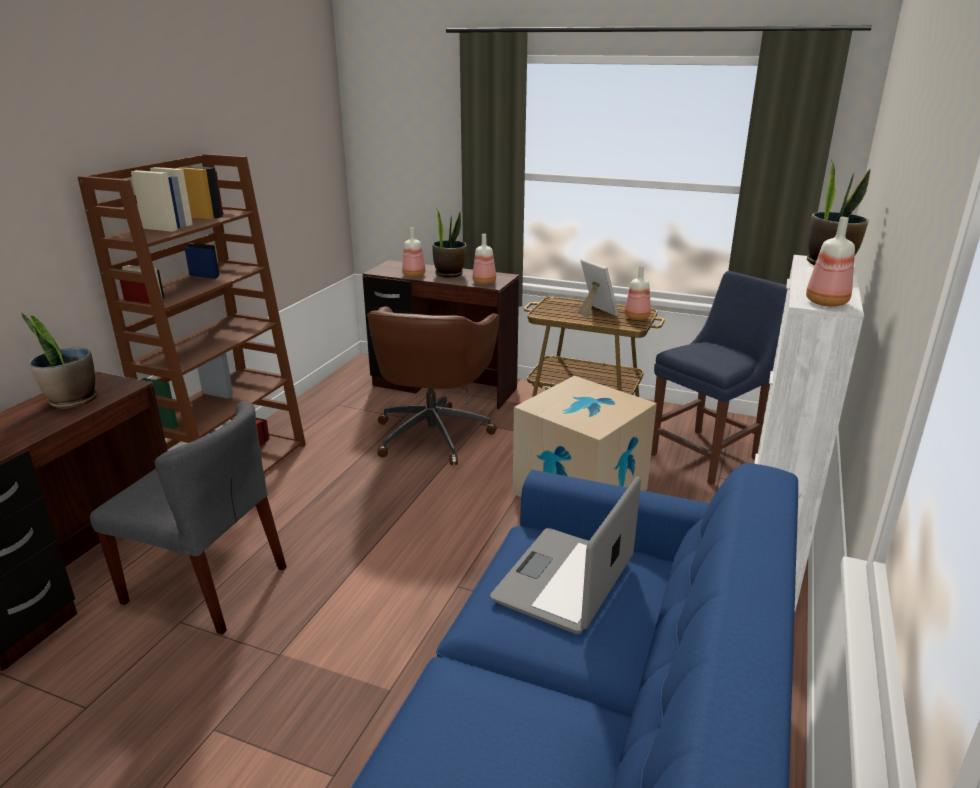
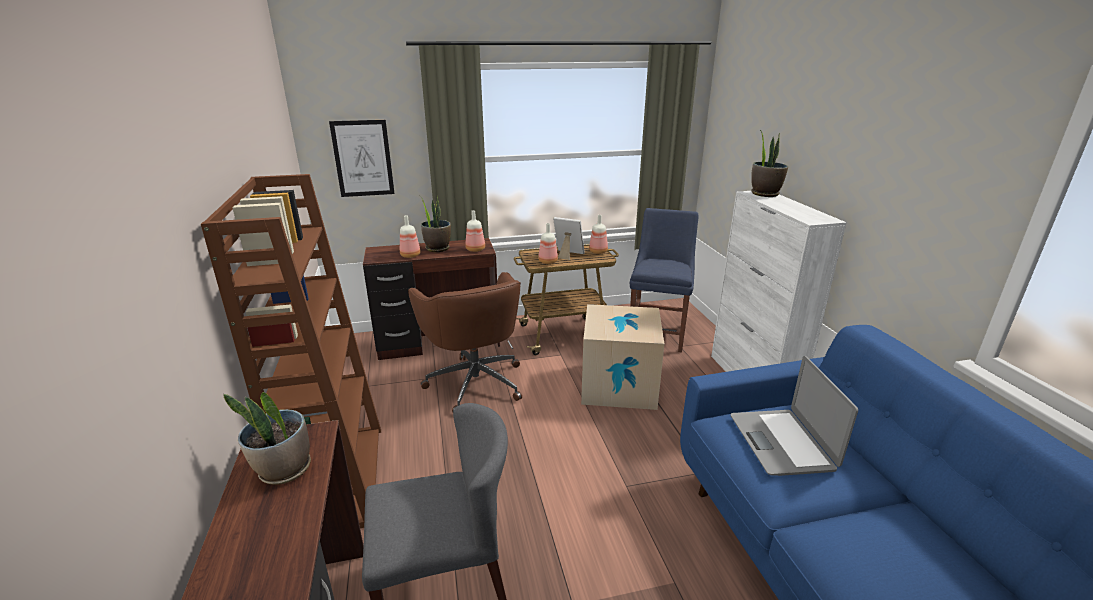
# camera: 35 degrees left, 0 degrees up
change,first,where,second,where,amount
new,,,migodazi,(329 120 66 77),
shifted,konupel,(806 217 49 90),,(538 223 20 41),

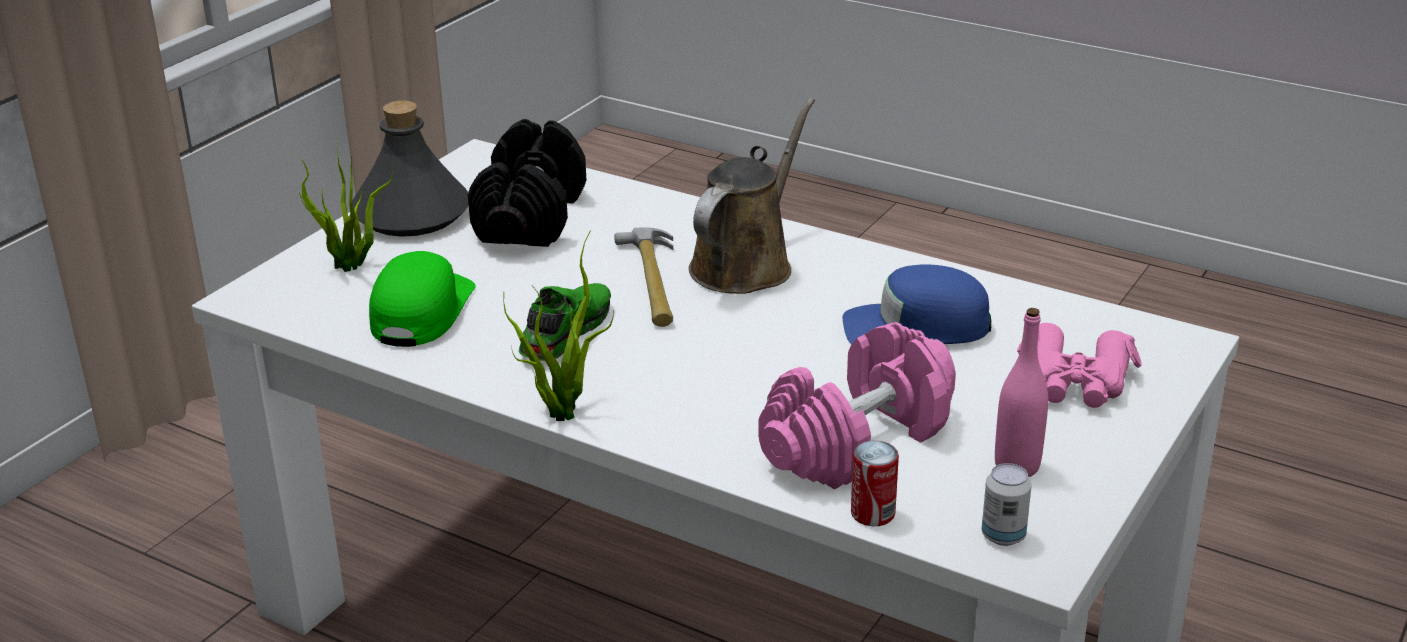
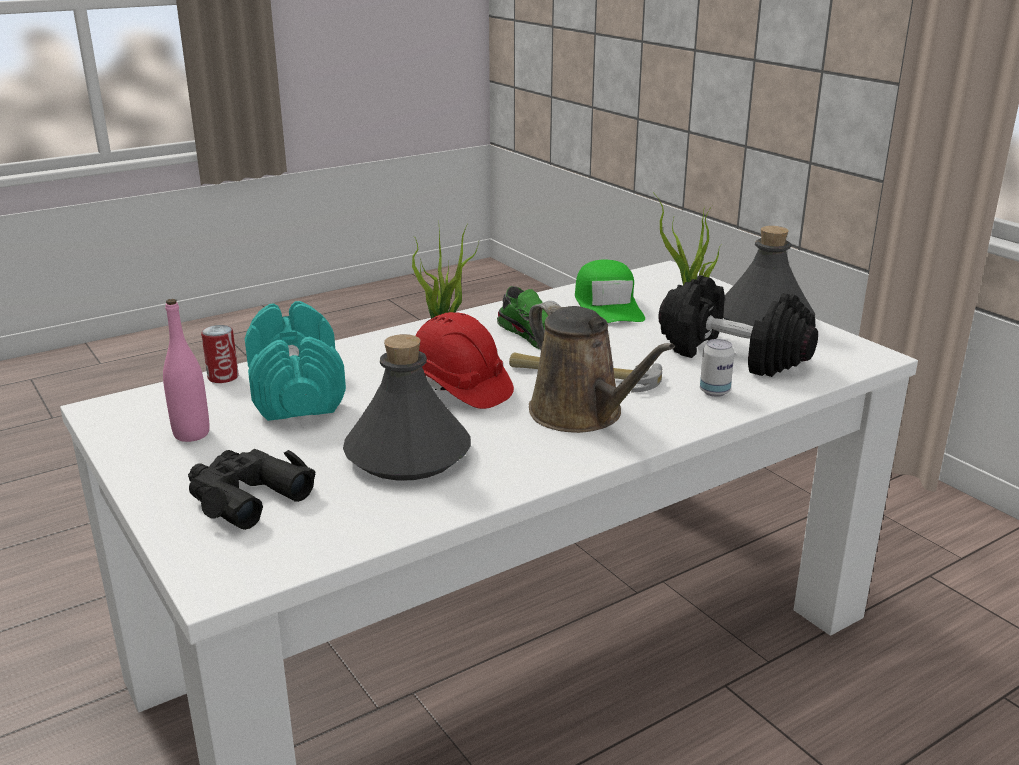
# camera: 115 degrees right, 5 degrees down
change,first,where,second,where,amount
new,,,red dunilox,(415 312 99 97),
shifted,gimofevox,(982 463 50 83),,(700 339 35 58),
swapped,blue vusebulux,(843 264 148 80),grey konupel,(343 334 128 147),
repainted,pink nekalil,(758 322 198 167),turquoise nekalil,(245 301 101 120),
repainted,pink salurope,(1017 323 125 85),black salurope,(188 449 127 81),
rotated,green vusebulux,(369 251 107 96),,(575 260 70 63),45 degrees clockwise

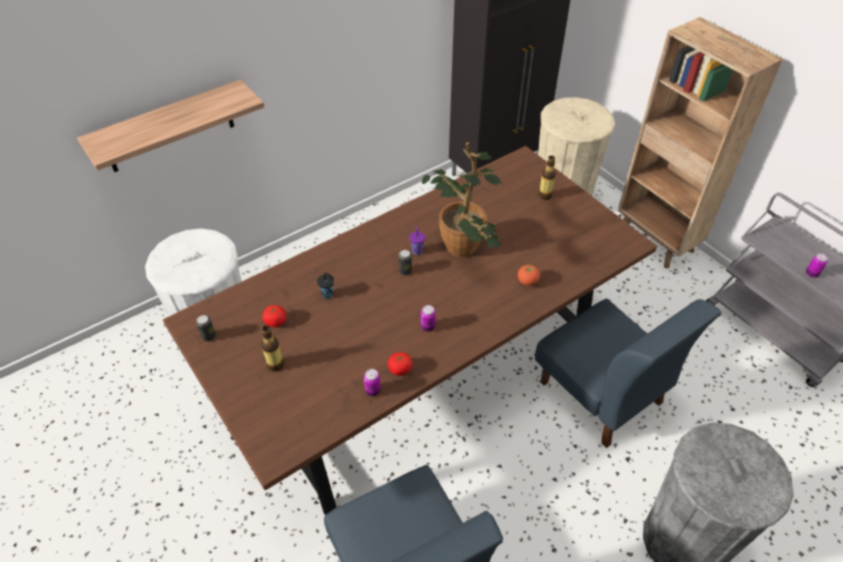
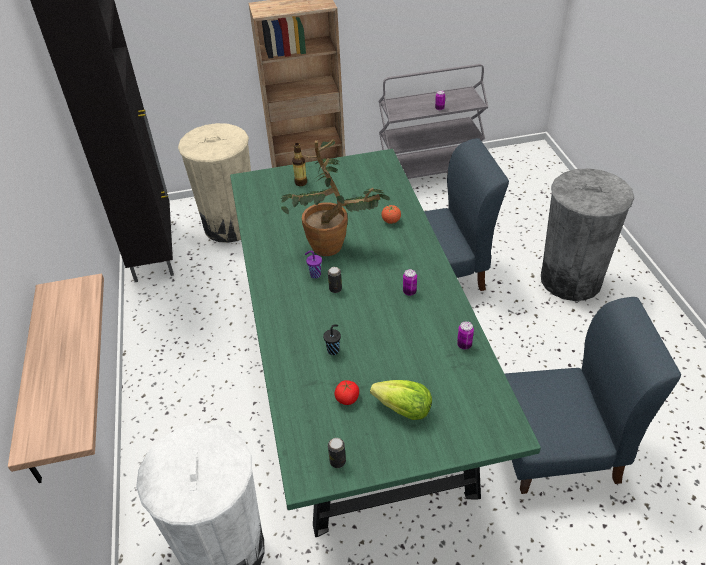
# camera: 65 degrees left, 5 degrees down
change,first,where,second,where,amount
gone,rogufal,(388 352 24 24),,,
swapped,konupel,(261 325 23 47),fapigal,(370 380 62 40),
repainted,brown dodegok,(163 146 494 369),green dodegok,(230 149 311 388),

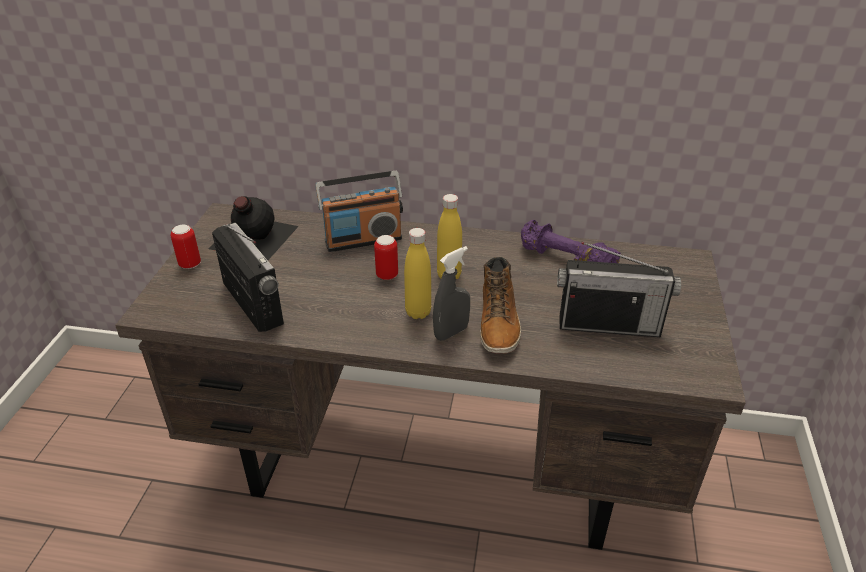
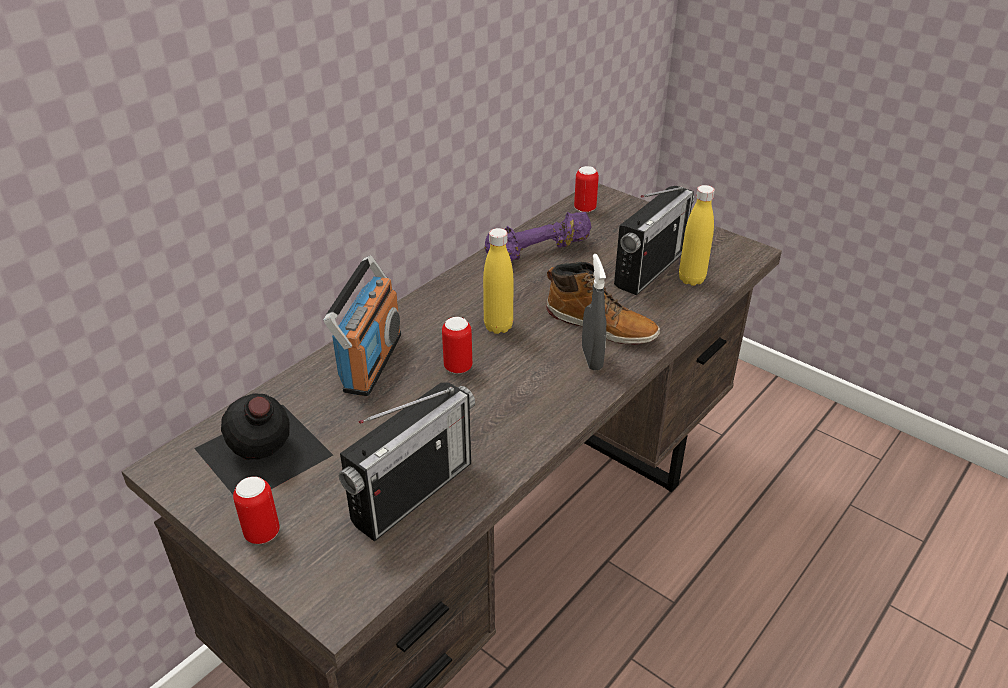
# camera: 60 degrees left, 0 degrees up
change,first,where,second,where,amount
new,,,gimofevox,(574 166 25 47),
shifted,yellow konupel,(404 228 27 91),,(679 185 36 101),
rotated,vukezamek,(212 222 72 110),,(339 382 136 159),135 degrees clockwise

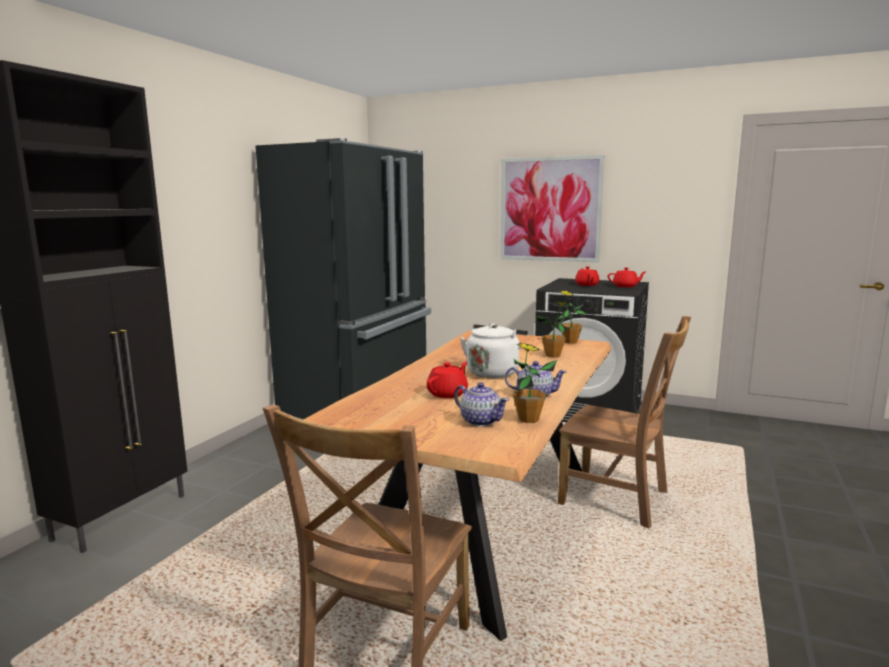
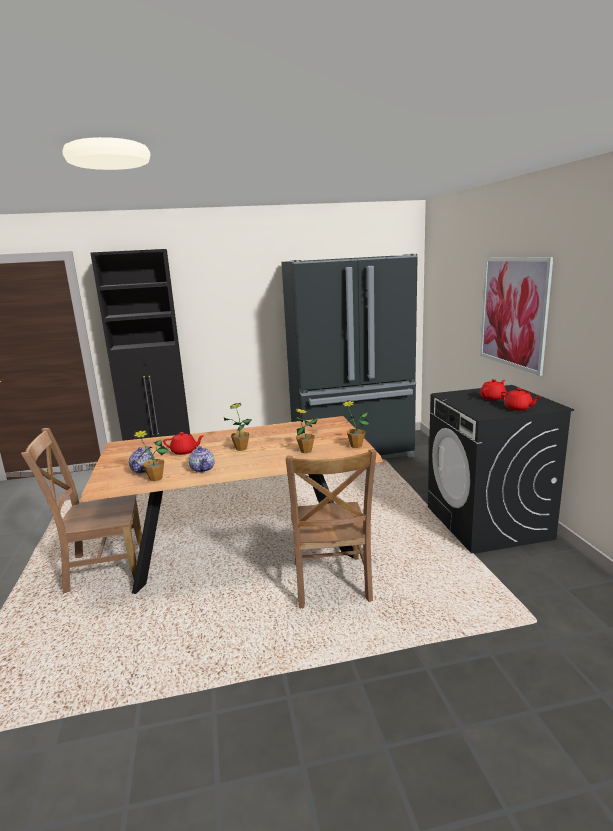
# camera: 55 degrees right, 5 degrees up
change,first,where,second,where,amount
swapped,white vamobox,(460 324 68 54),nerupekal,(224 403 28 48),

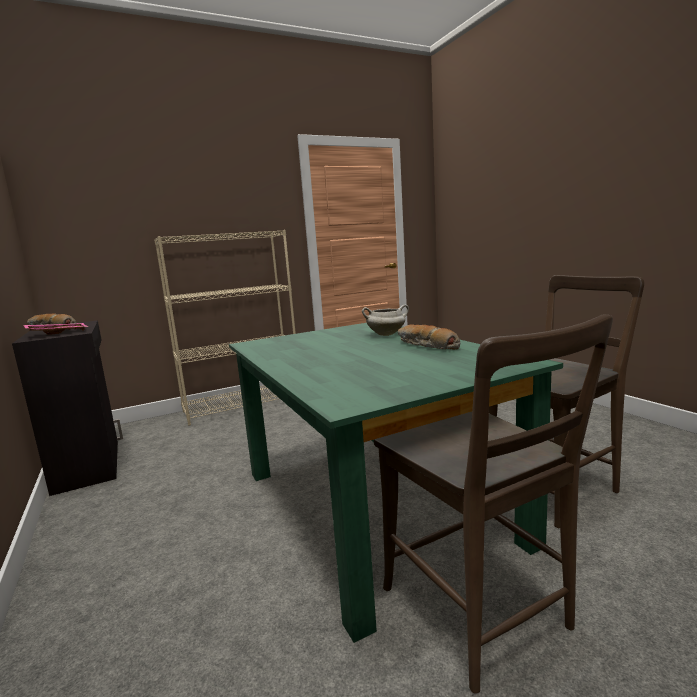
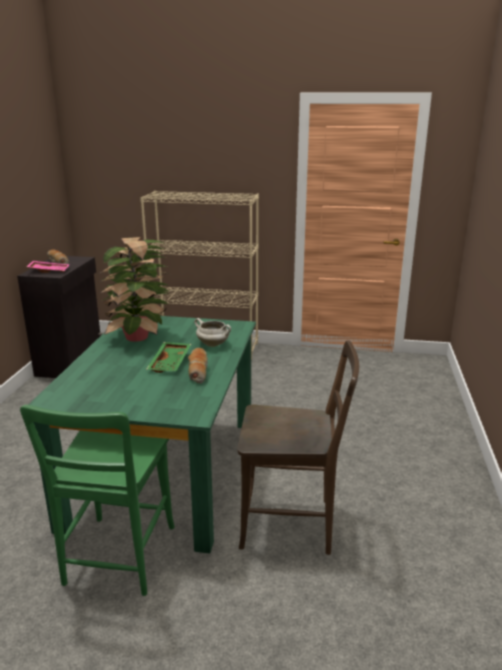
# camera: 35 degrees right, 10 degrees up
change,first,where,second,where,amount
new,,,nerupekal,(100 237 70 105),
new,,,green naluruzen,(147 342 44 31),
repainted,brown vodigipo,(374 314 239 380),green vodigipo,(20 405 155 191),

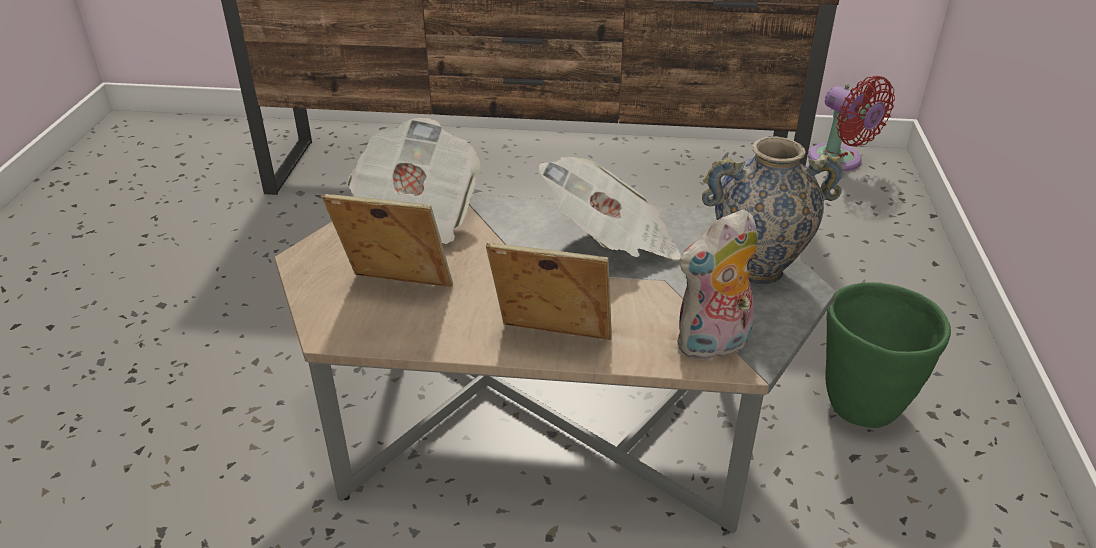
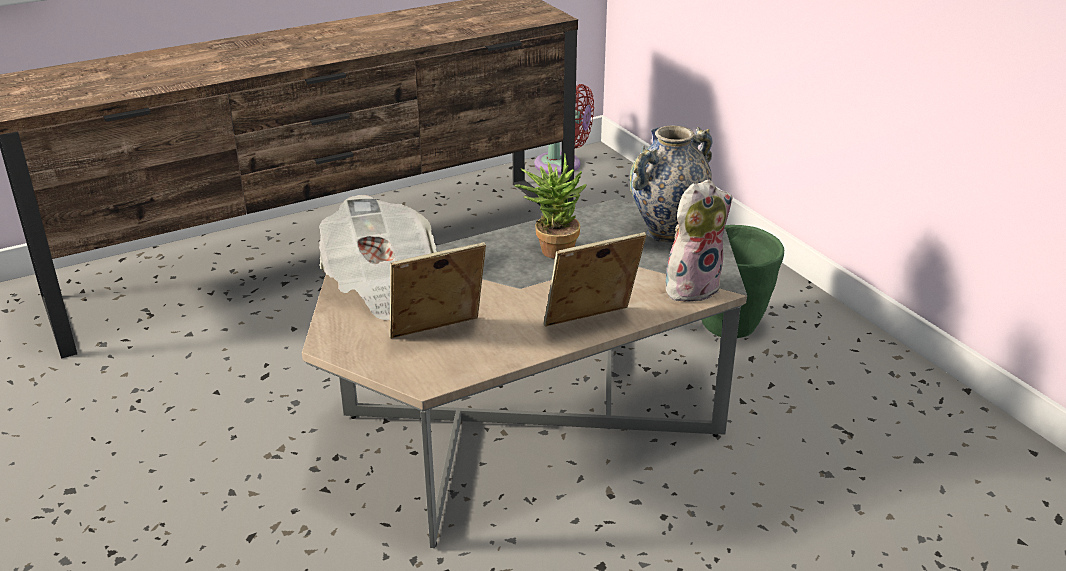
# camera: 35 degrees left, 5 degrees down
change,first,where,second,where,amount
swapped,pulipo,(538 157 143 103),nerupekal,(514 153 73 106),
rotated,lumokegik,(677 209 81 152),,(665 179 68 123),150 degrees counterclockwise

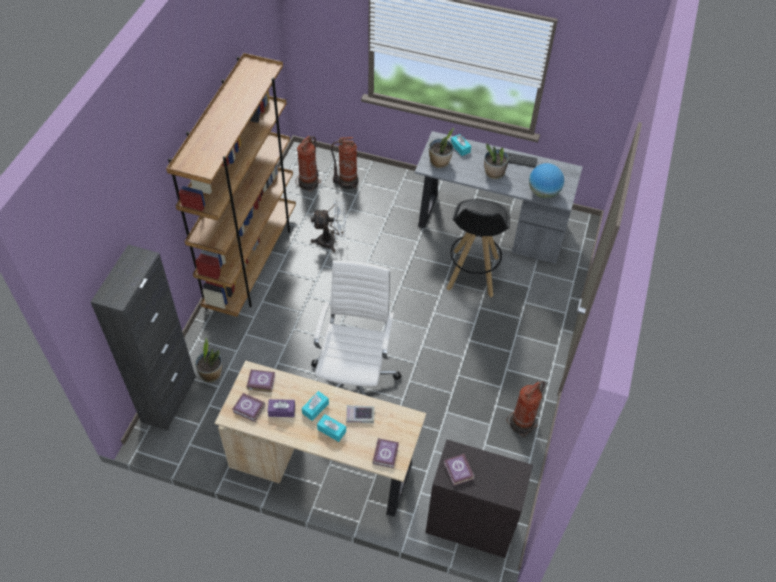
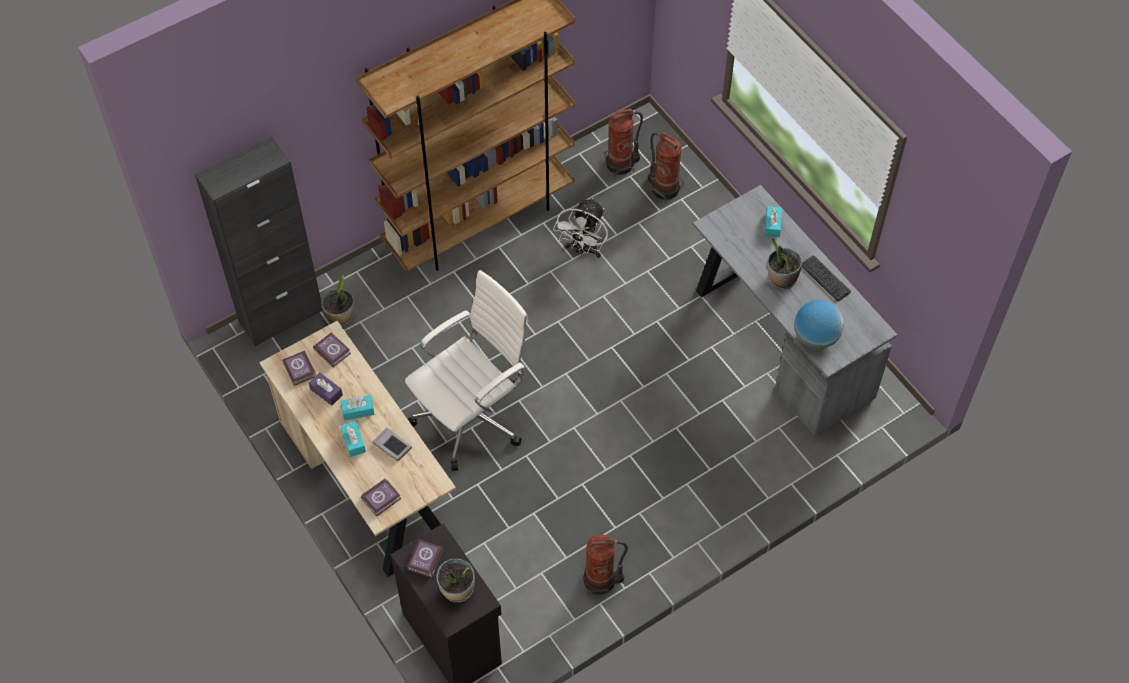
# camera: 40 degrees right, 5 degrees up
change,first,where,second,where,amount
gone,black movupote,(447 199 63 98),,,
shifted,nerupekal,(429 128 25 40),,(436 558 39 44),
rotated,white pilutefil,(311 199 34 53),,(553 198 55 60),75 degrees clockwise

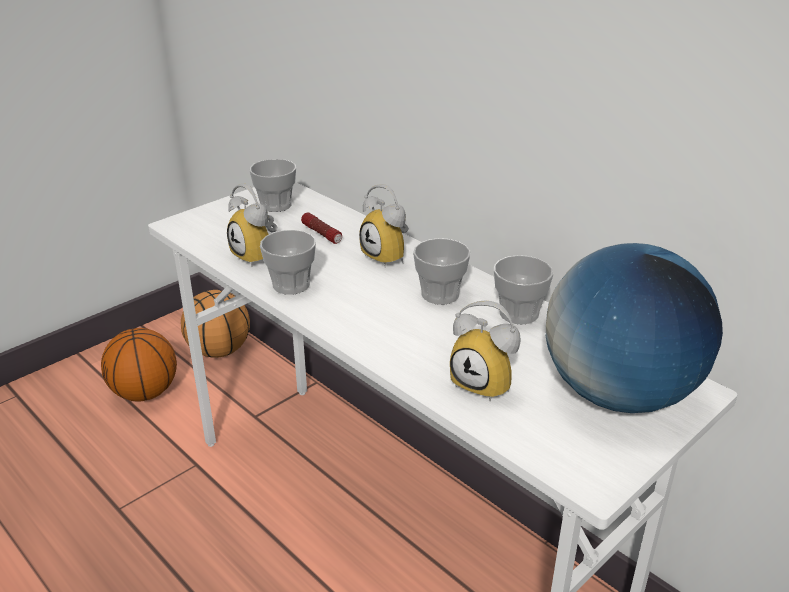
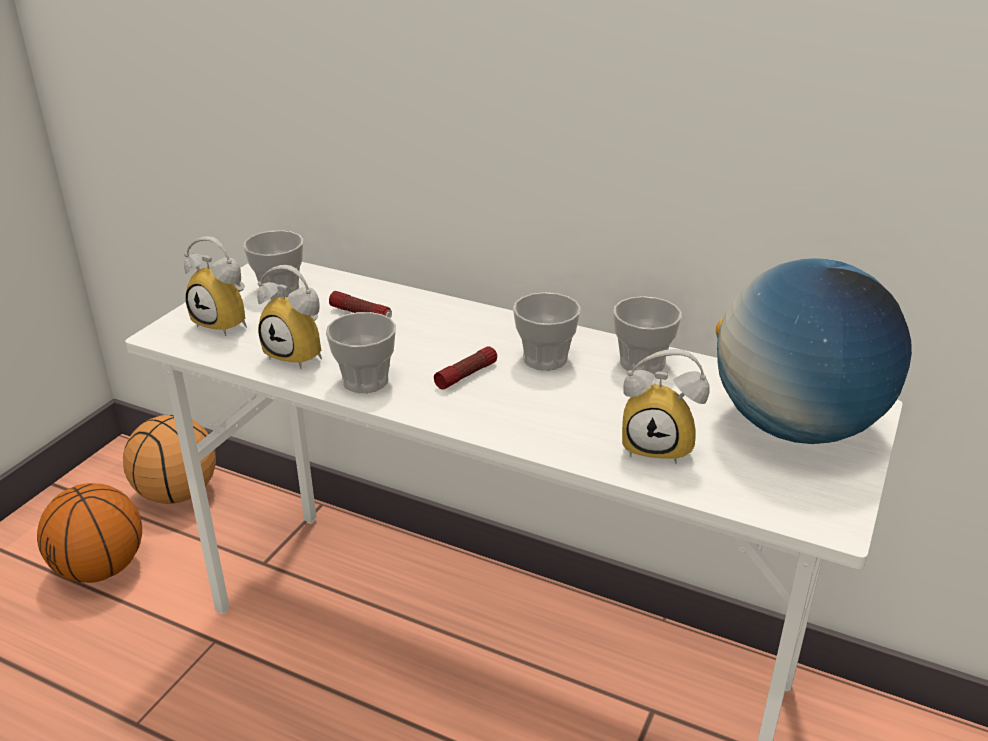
# camera: 20 degrees left, 0 degrees up
change,first,where,second,where,amount
new,,,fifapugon,(434 346 63 44),
shifted,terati,(359 184 50 84),,(184 236 63 100),

